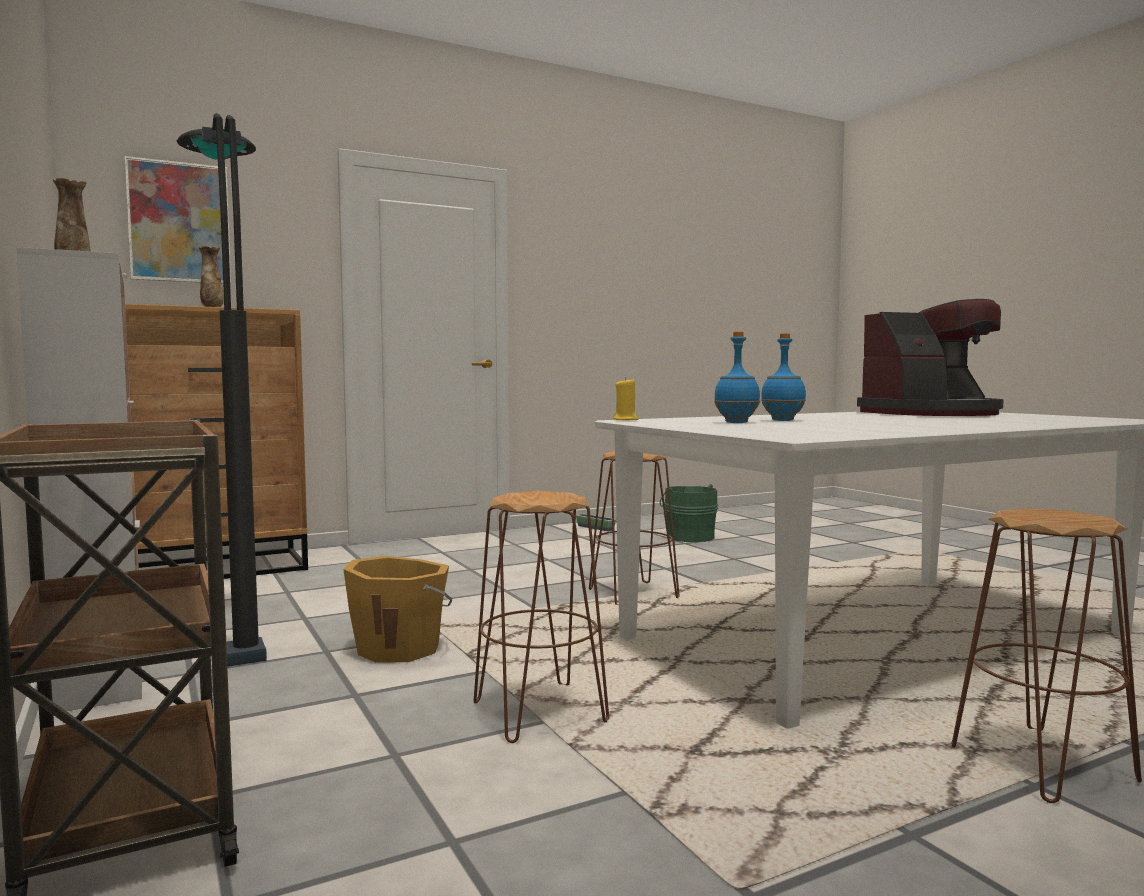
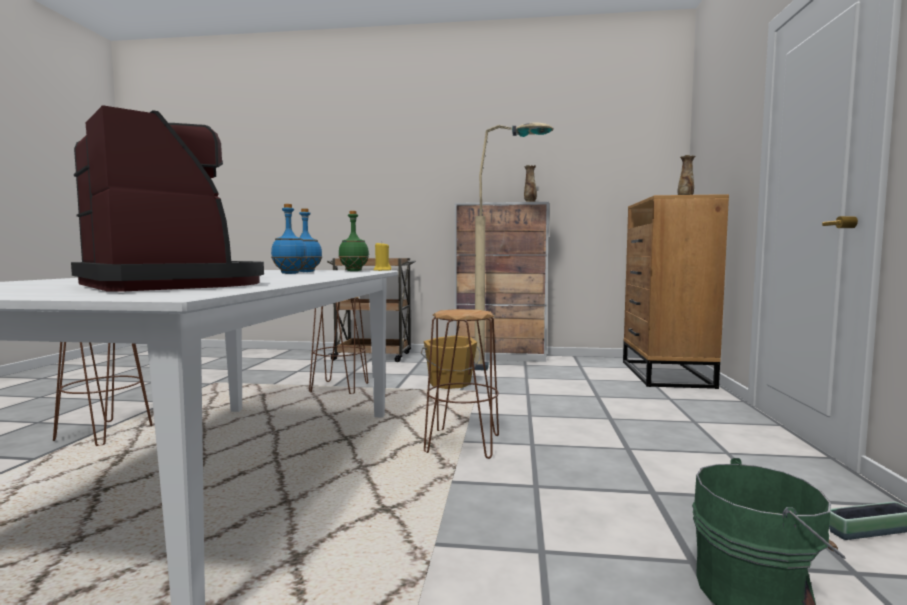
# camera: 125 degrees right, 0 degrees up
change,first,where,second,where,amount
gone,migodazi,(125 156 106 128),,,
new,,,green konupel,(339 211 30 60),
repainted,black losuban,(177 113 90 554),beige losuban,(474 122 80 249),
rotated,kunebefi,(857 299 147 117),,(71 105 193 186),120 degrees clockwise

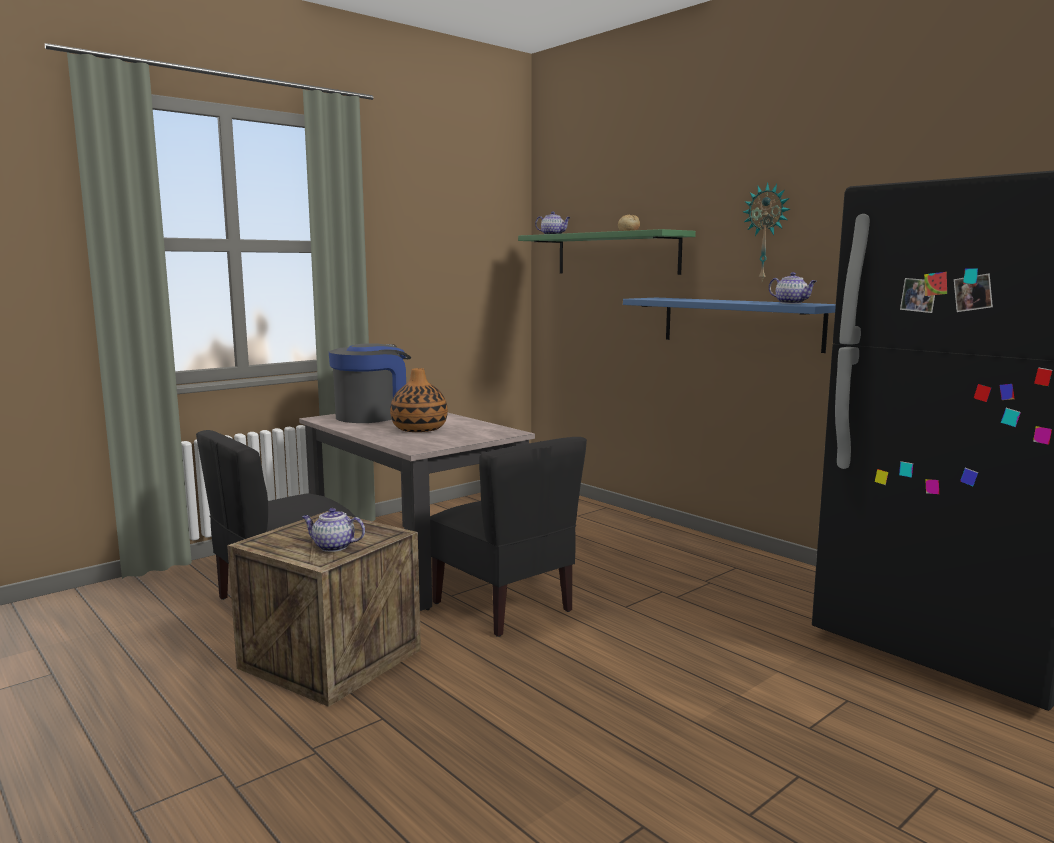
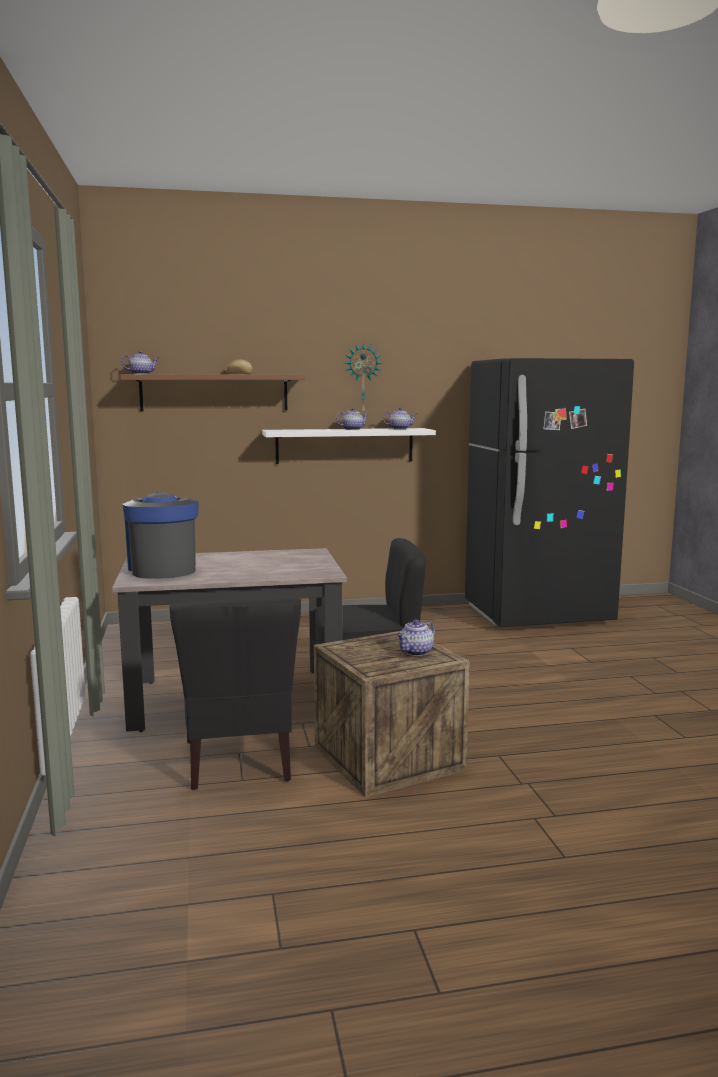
# camera: 60 degrees left, 0 degrees up
change,first,where,second,where,amount
gone,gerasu,(390 368 58 64),,,
new,,,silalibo,(336 408 33 22),
repainted,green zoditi,(518 229 178 46),brown zoditi,(120 374 185 37),
repainted,blue zoditi,(623 298 213 55),white zoditi,(262 428 174 36),

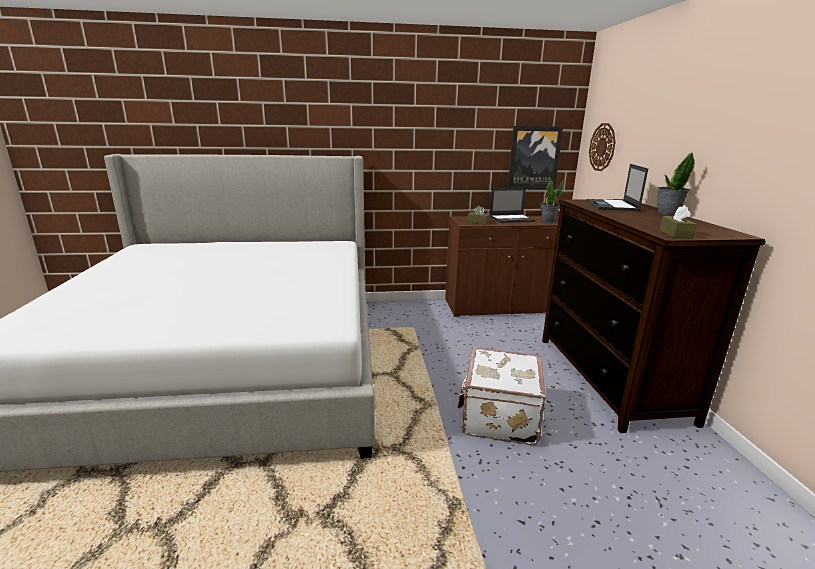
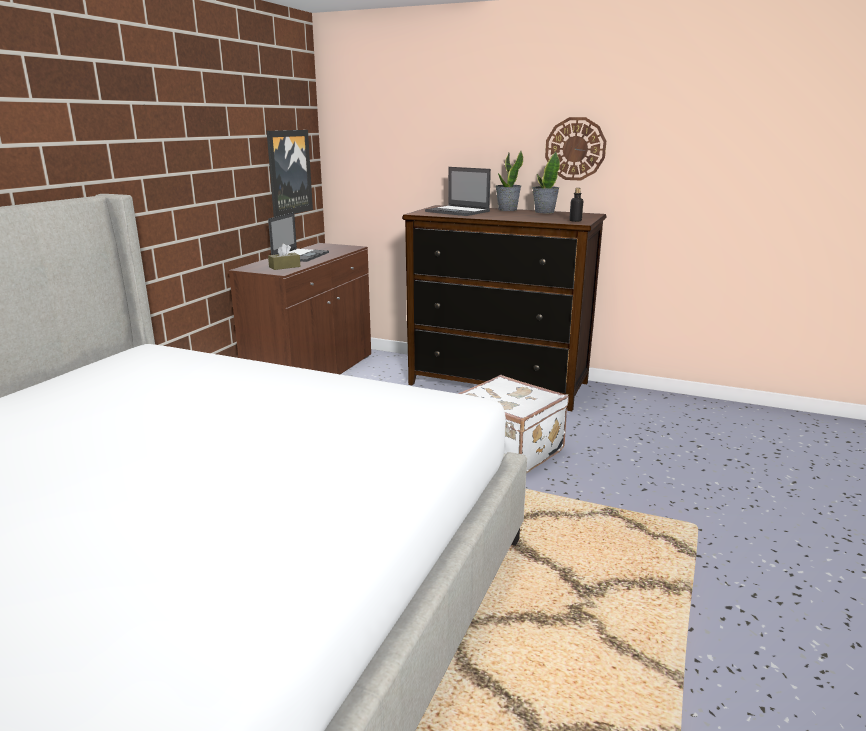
# camera: 60 degrees left, 0 degrees up
change,first,where,second,where,amount
shifted,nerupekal,(540 180 23 43),,(532 152 28 61),
shifted,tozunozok,(589 123 26 48),,(545 117 61 63),
swapped,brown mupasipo,(660 205 37 34),konupel,(569 188 14 34),

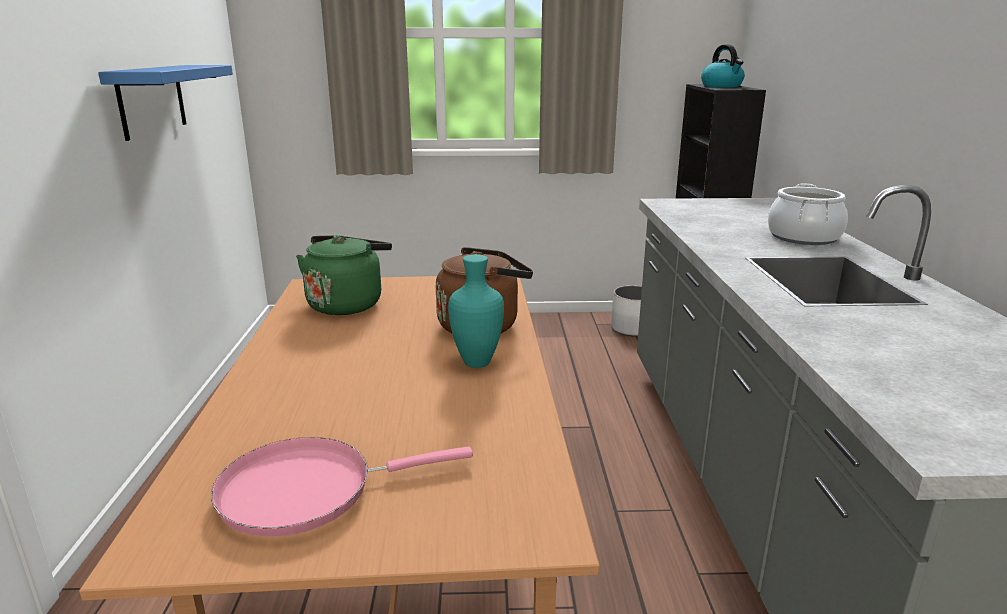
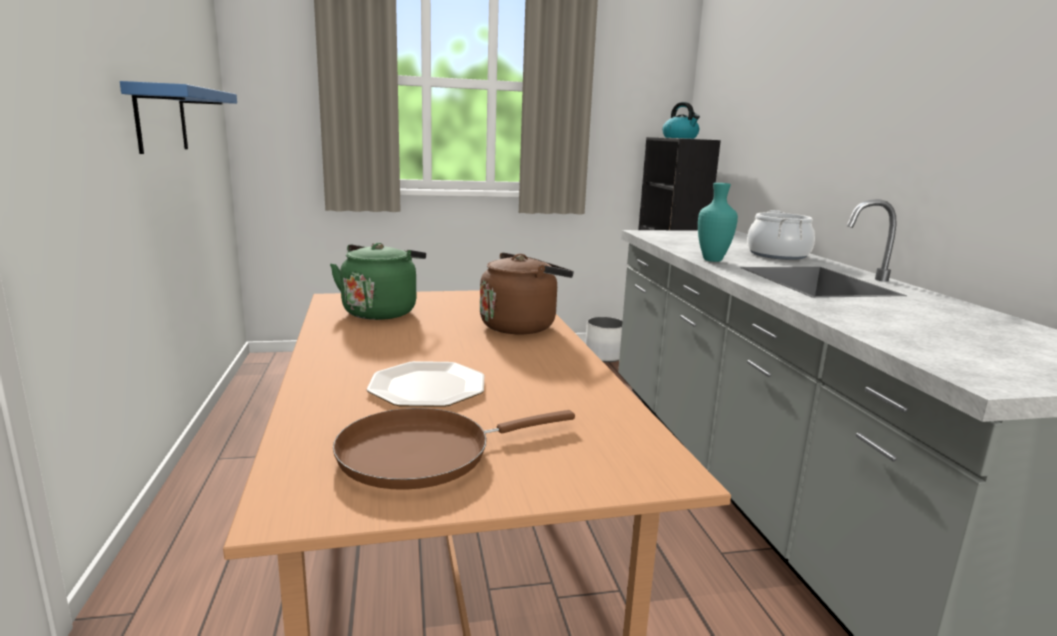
# camera: 10 degrees left, 5 degrees down
change,first,where,second,where,amount
new,,,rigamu,(367 361 117 46),
shifted,turquoise gerasu,(448 254 56 114),,(698 183 40 79),
repainted,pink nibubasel,(211 437 262 100),brown nibubasel,(333 408 242 82),

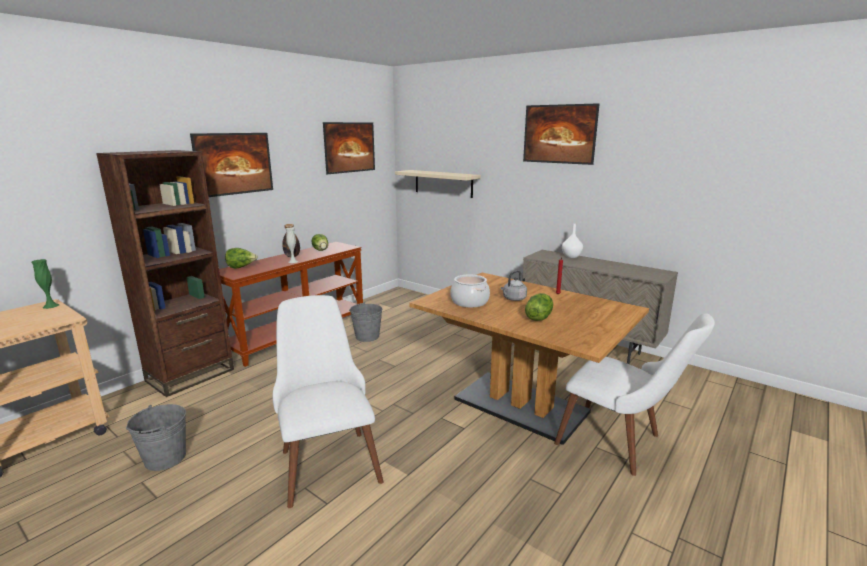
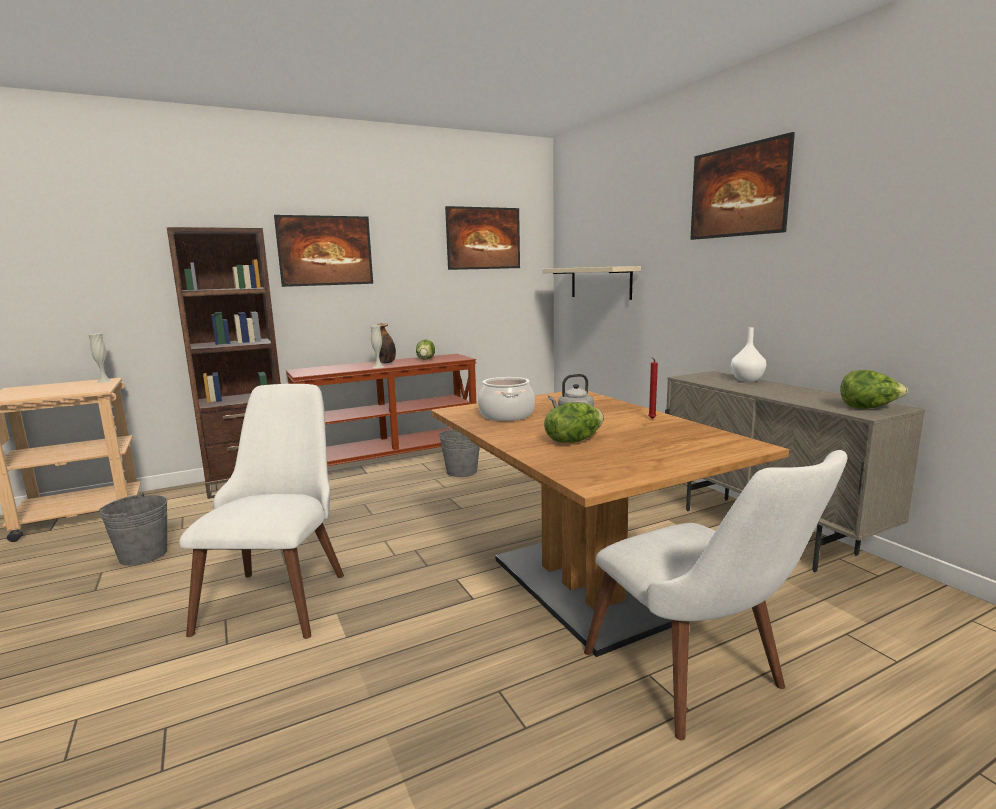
# camera: 25 degrees right, 5 degrees down
change,first,where,second,where,amount
shifted,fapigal,(225 248 33 20),,(840 370 68 39),
repainted,green gerasu,(31 259 28 50),white gerasu,(89 333 23 50),

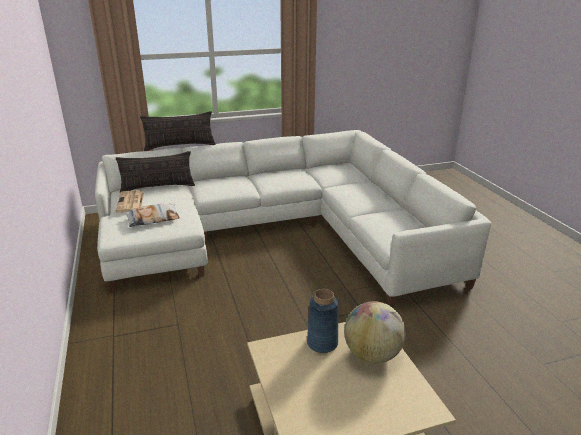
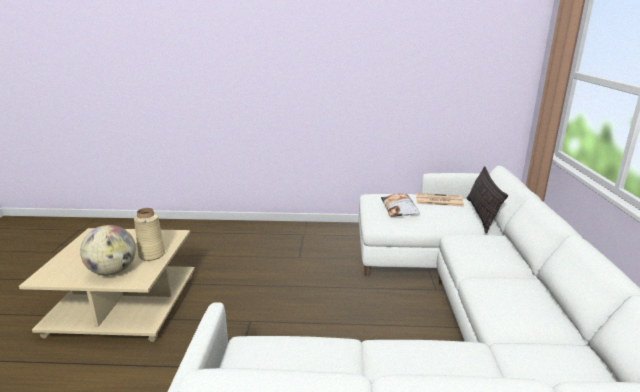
# camera: 110 degrees right, 5 degrees down
change,first,where,second,where,amount
gone,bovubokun,(140 111 76 40),,,
repainted,blue gerasu,(307 289 32 64),beige gerasu,(134 208 31 53),

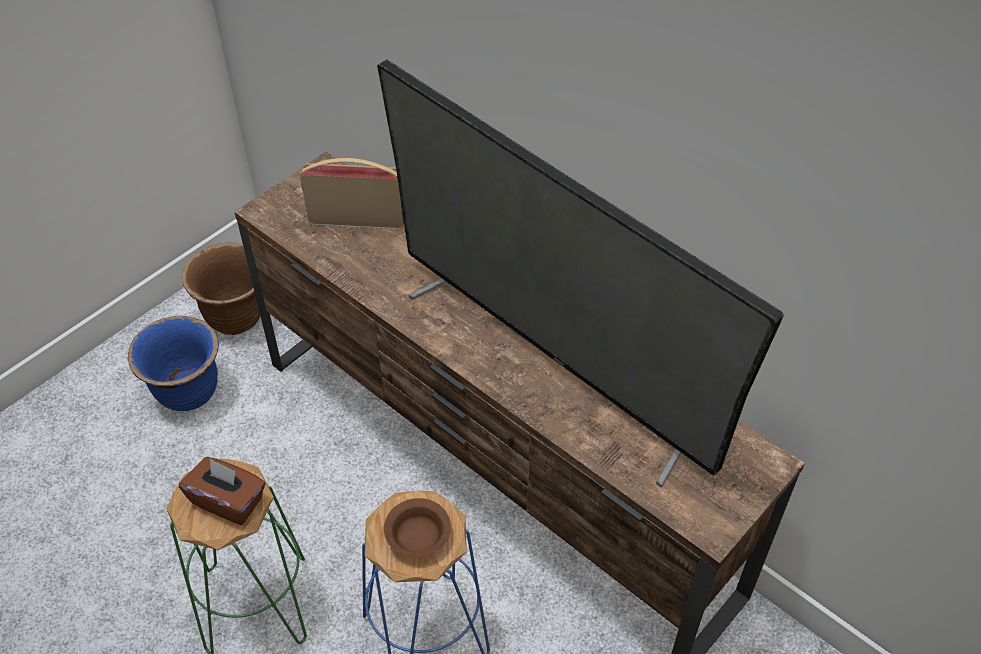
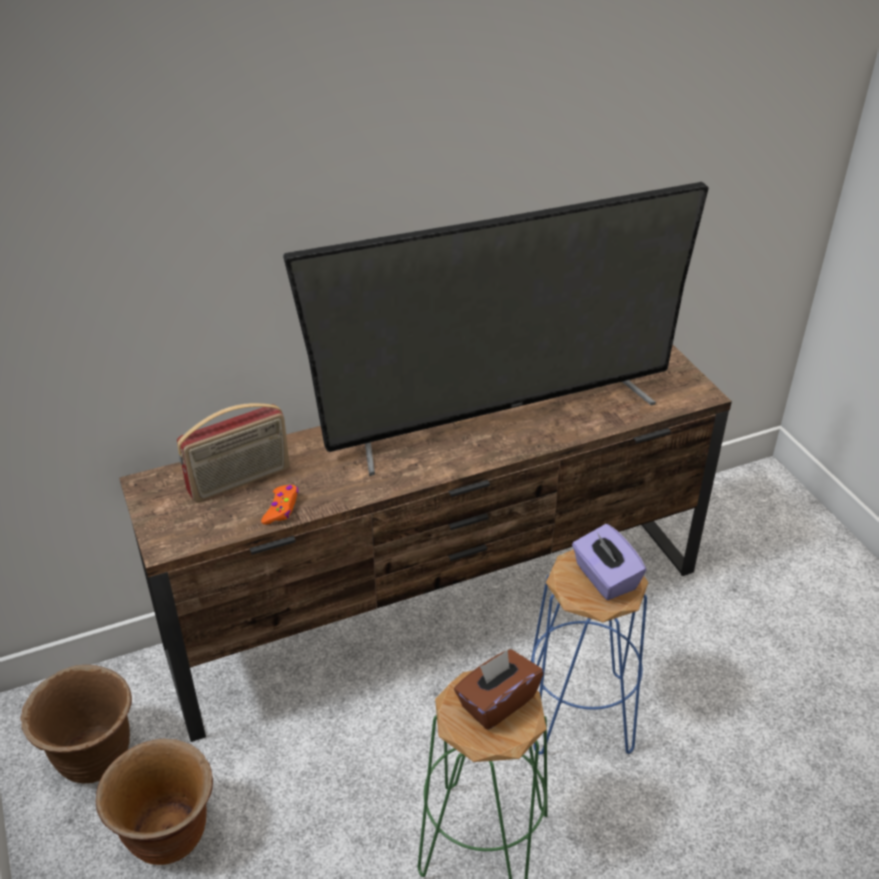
# camera: 65 degrees left, 10 degrees down
change,first,where,second,where,amount
new,,,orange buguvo,(261 485 37 39),
swapped,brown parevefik,(384 498 67 59),purple mupasipo,(572 524 74 76),
repainted,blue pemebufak,(128 316 91 95),brown pemebufak,(96 739 117 126),
rotated,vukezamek,(300 158 104 71),,(177 403 113 99),150 degrees counterclockwise

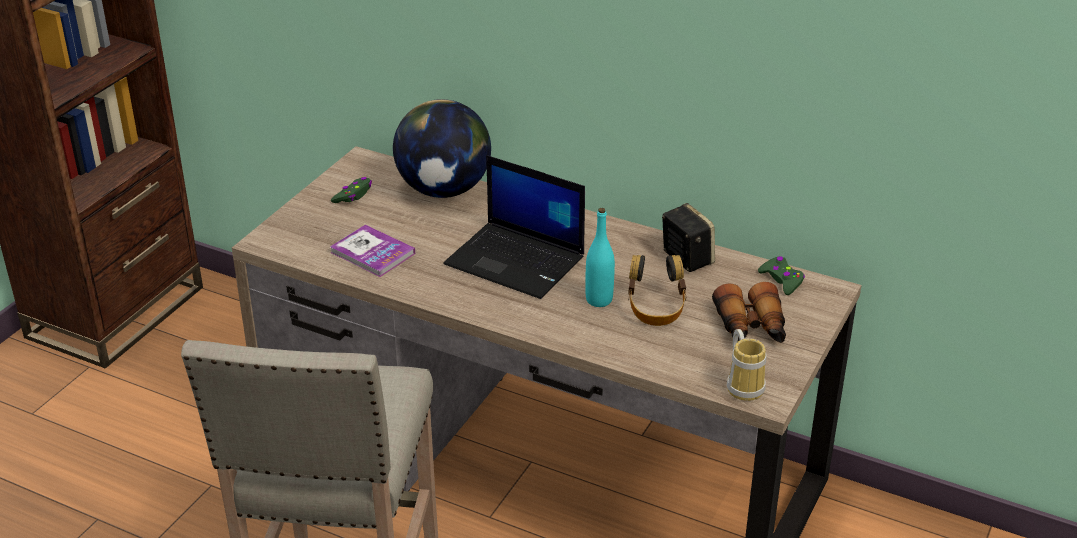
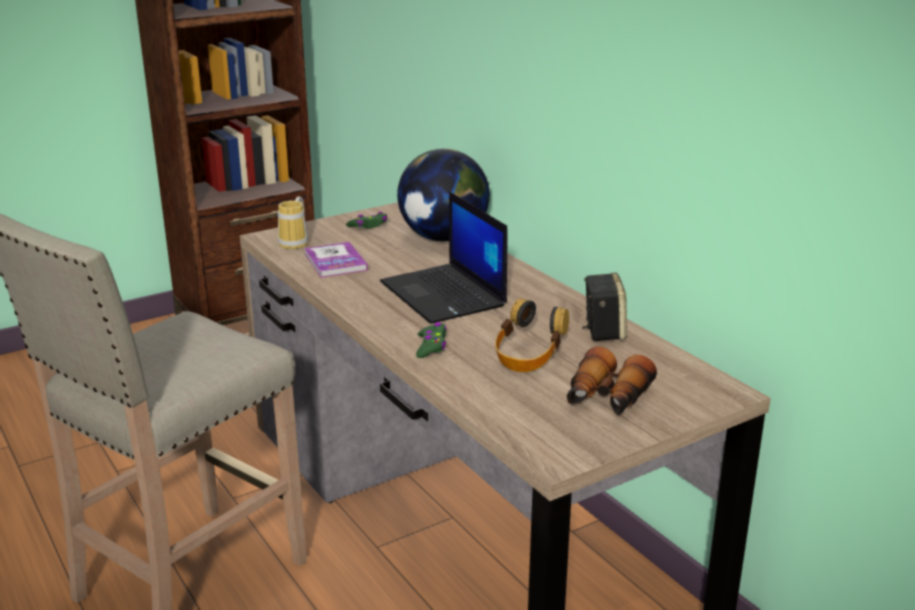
# camera: 30 degrees right, 10 degrees down
change,first,where,second,where,amount
gone,turquoise konupel,(585 208 30 99),,,
shifted,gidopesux,(727 329 39 72),,(278 197 30 52),
shifted,green buguvo,(758 256 47 39),,(416 322 31 36),

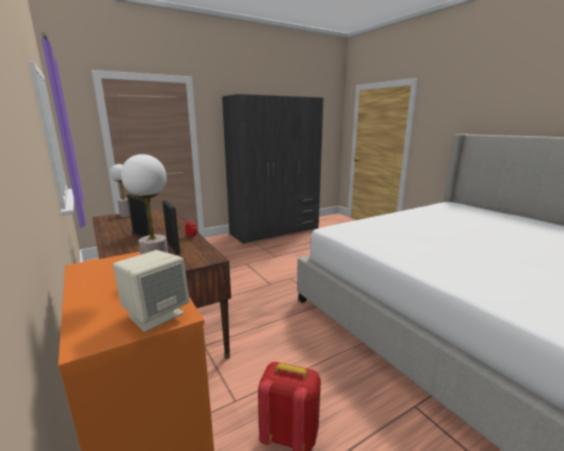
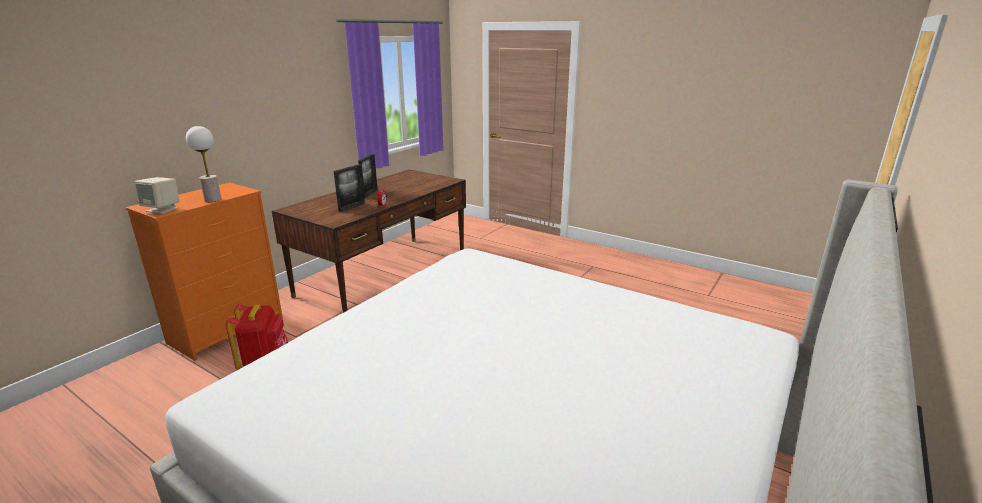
# camera: 65 degrees right, 5 degrees up
change,first,where,second,where,amount
gone,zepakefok,(110 164 20 53),,,
gone,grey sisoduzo,(222 94 101 150),,,

